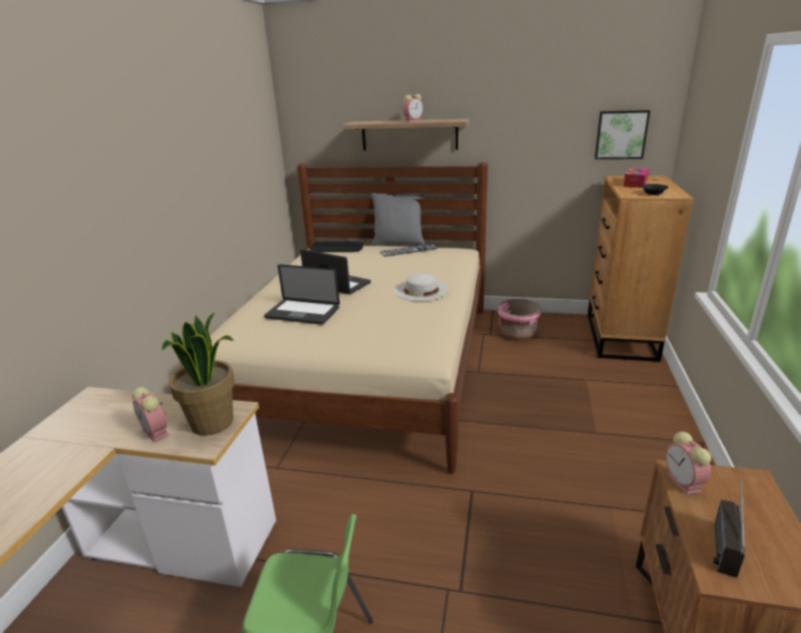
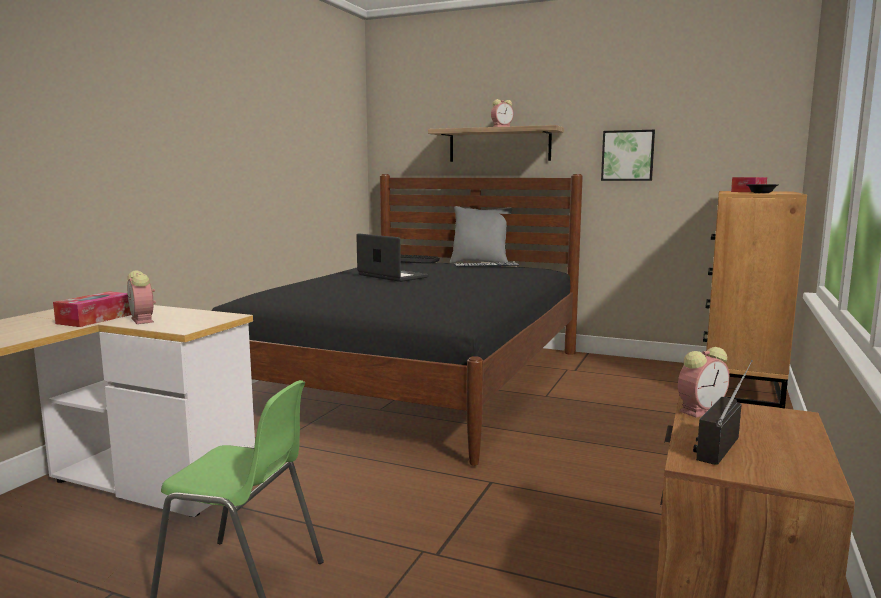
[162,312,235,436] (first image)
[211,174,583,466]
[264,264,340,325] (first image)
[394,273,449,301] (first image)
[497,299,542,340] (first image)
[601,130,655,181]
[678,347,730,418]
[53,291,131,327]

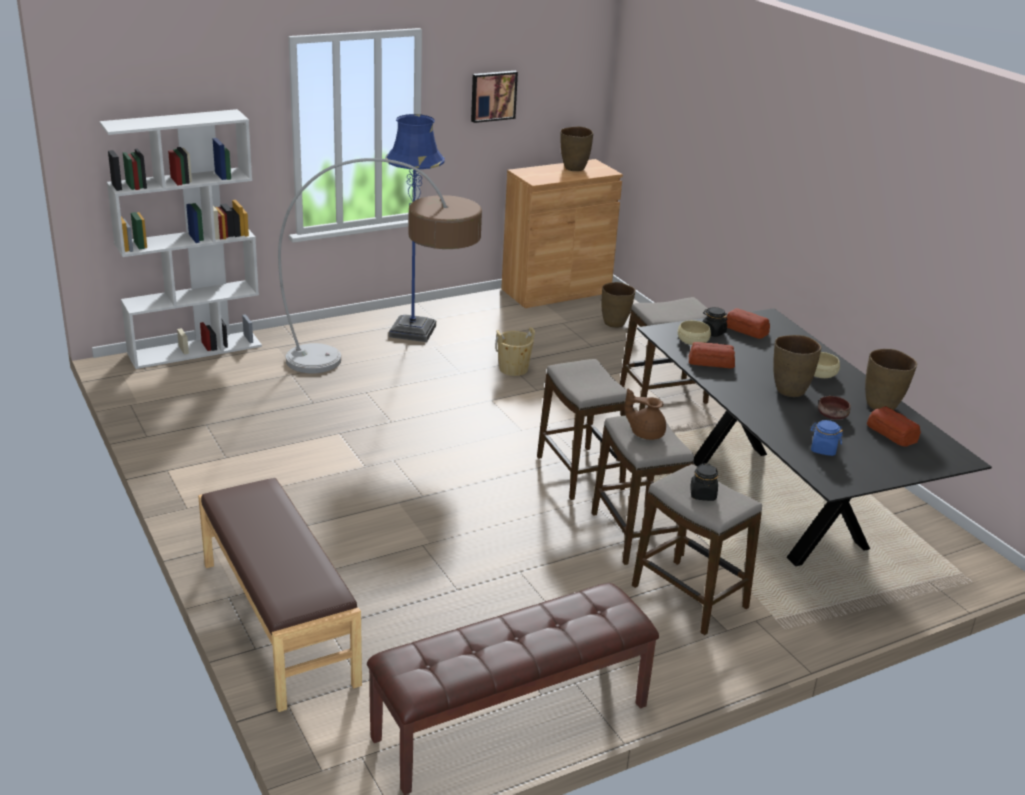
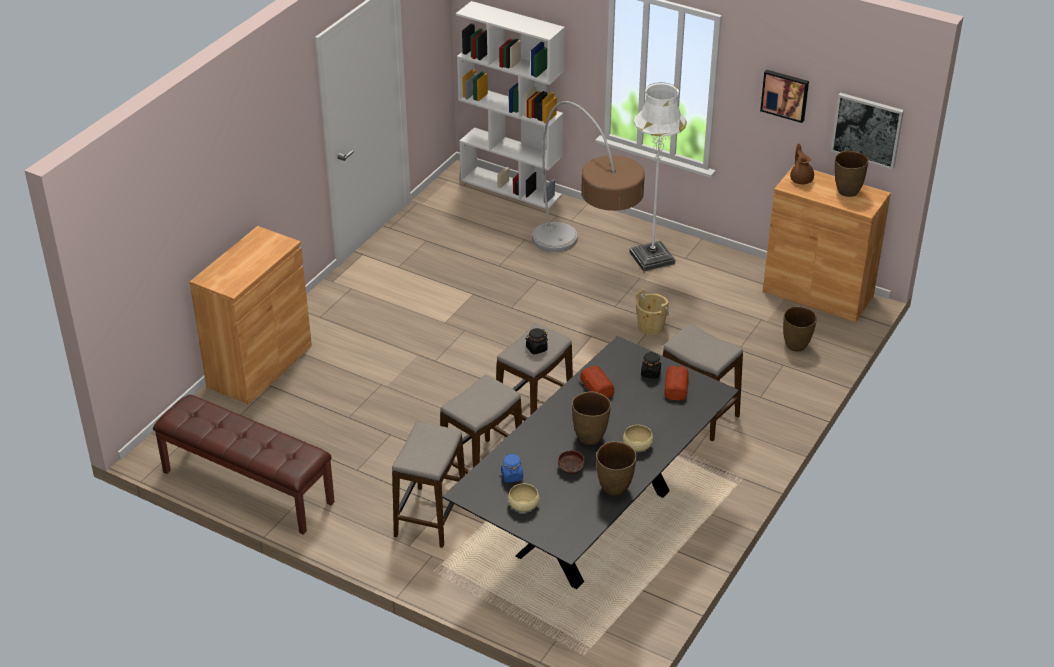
[190,226,312,405]
[629,82,687,272]
[790,144,814,184]
[508,484,539,512]
[525,328,548,354]
[867,406,921,446] (first image)
[831,93,904,170]

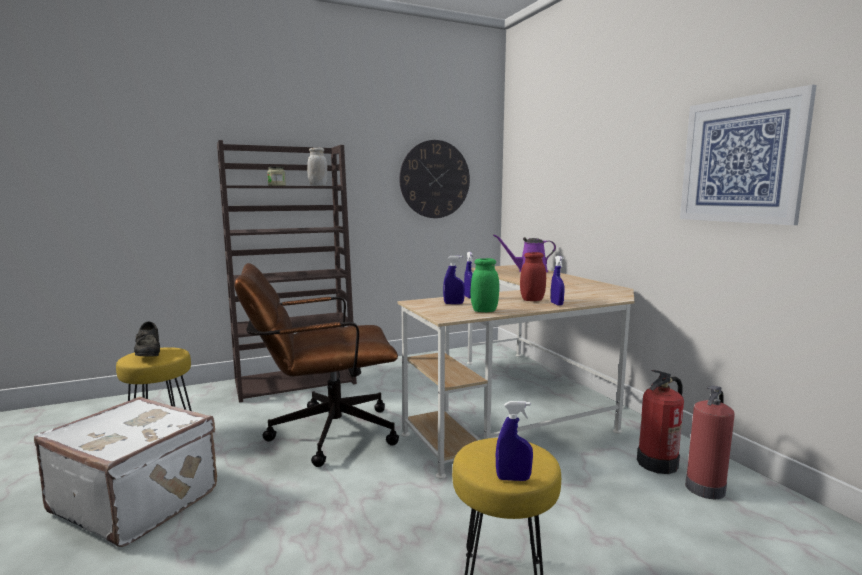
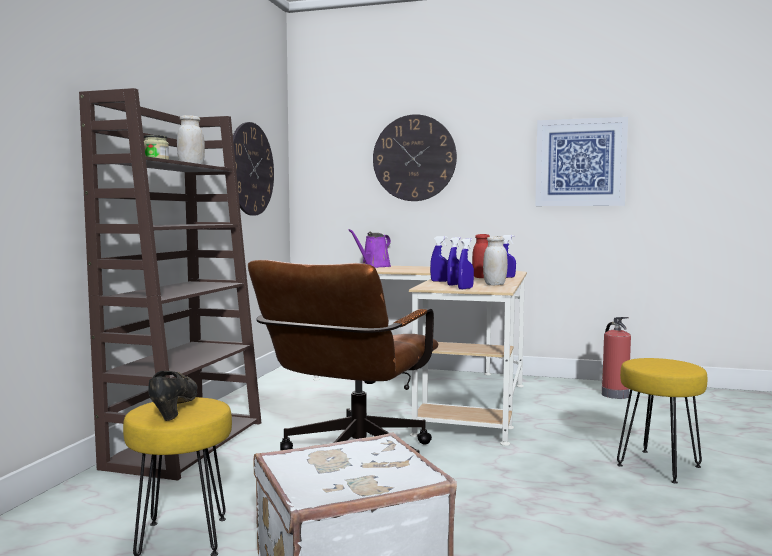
[148,371,198,421]
[483,236,508,285]
[458,238,474,290]
[637,370,684,474] (first image)
[373,114,457,201]

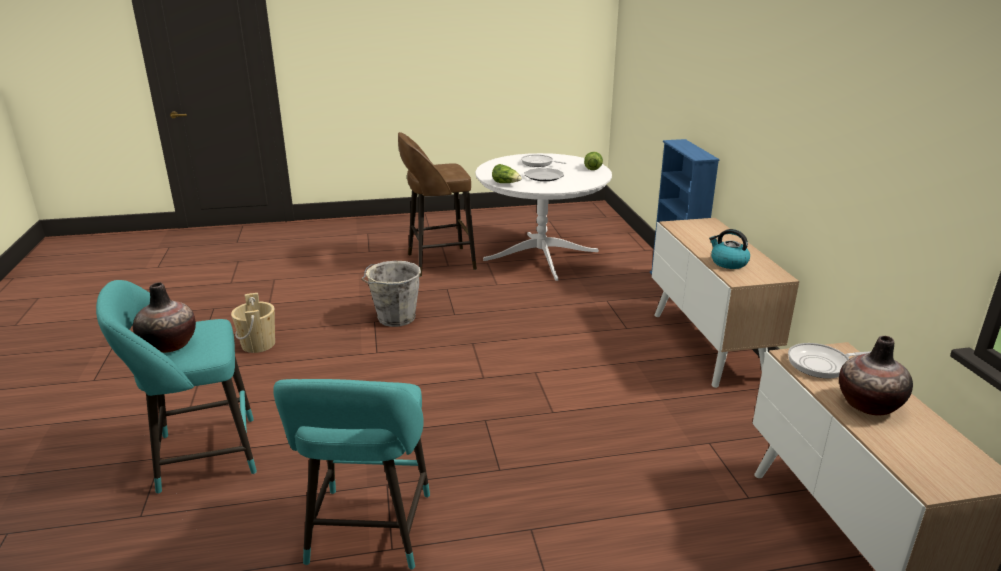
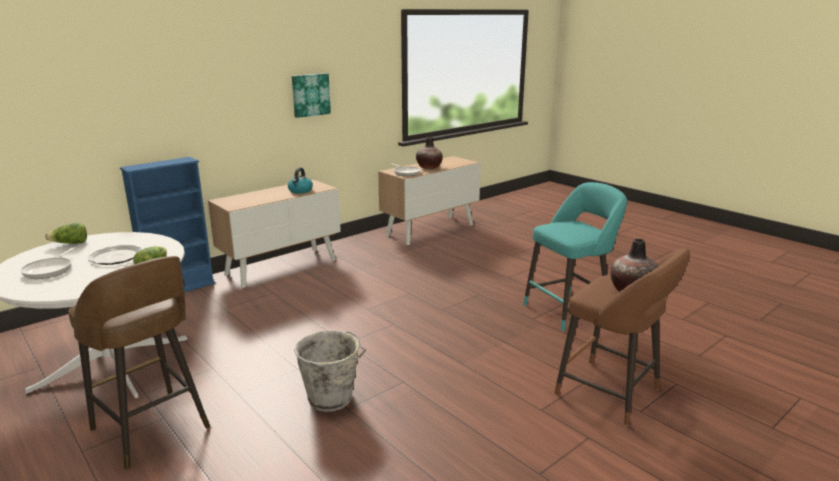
[554,248,690,426]
[231,293,275,353] (first image)
[292,73,331,118]

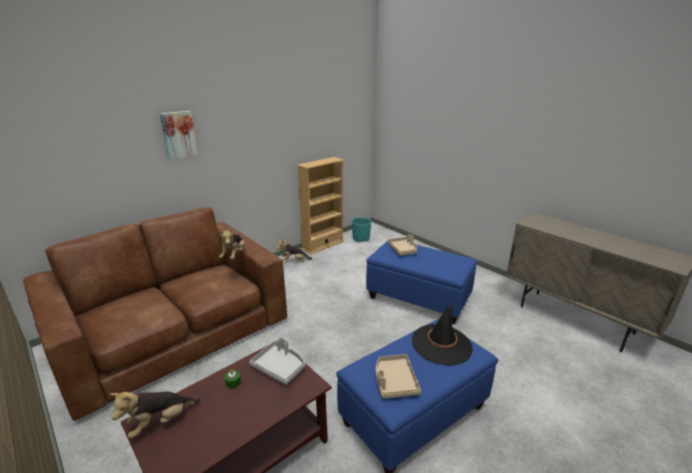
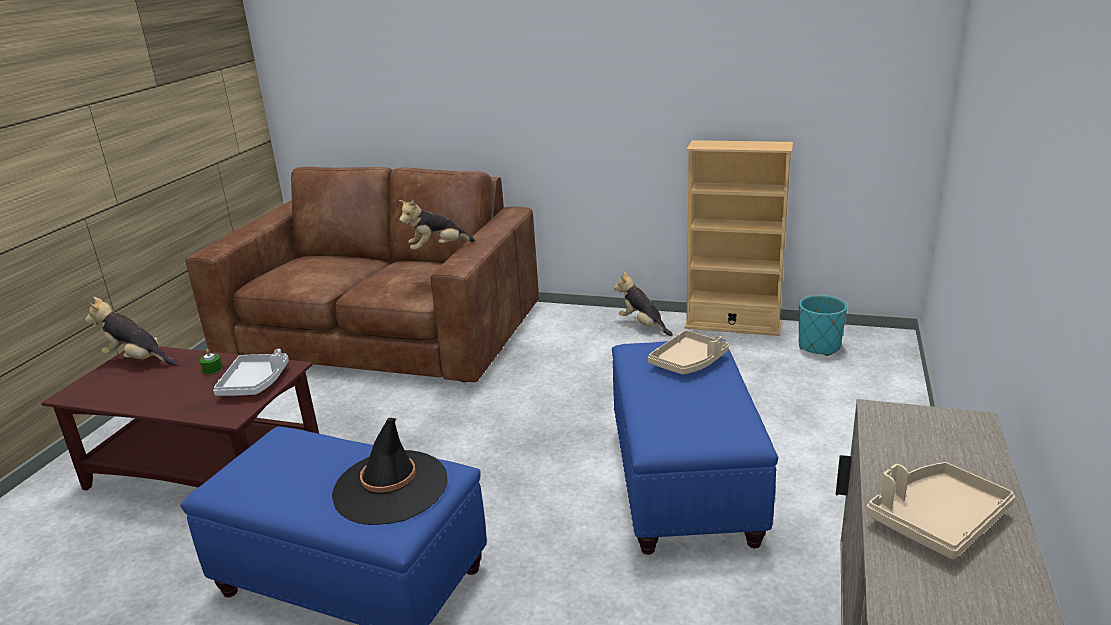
[160,111,198,160] (first image)
[866,462,1015,560]

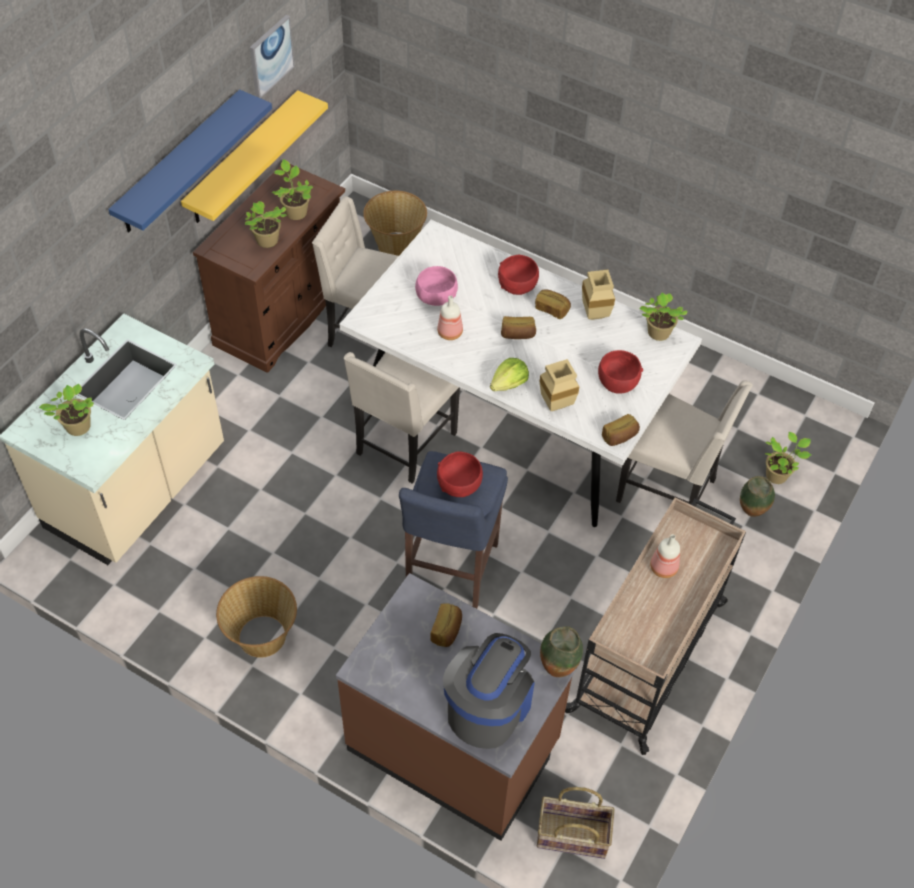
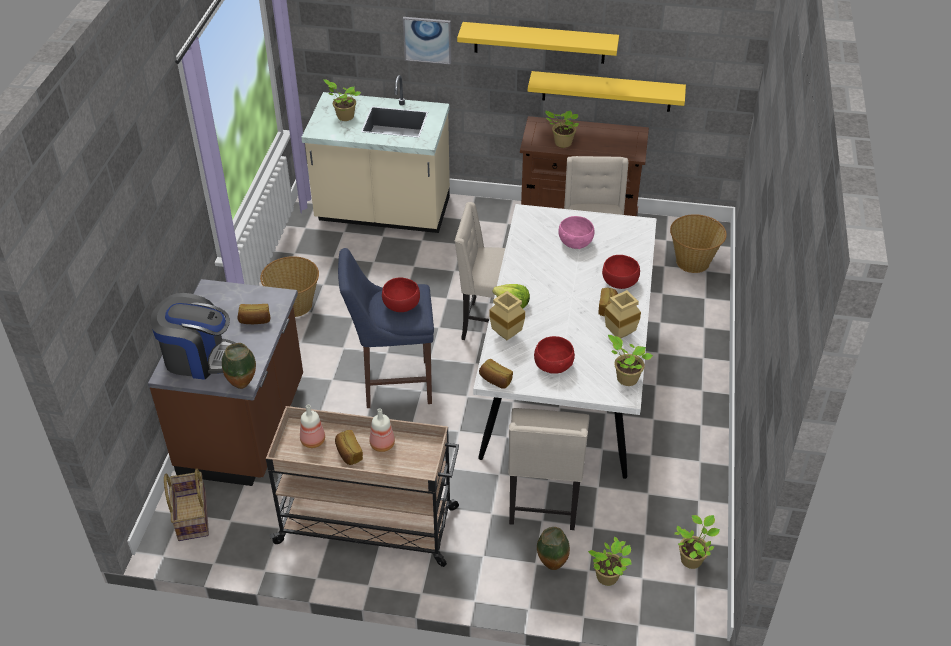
[457,22,619,64]
[403,17,451,65]
[674,515,720,569]
[300,405,325,448]
[335,430,363,465]

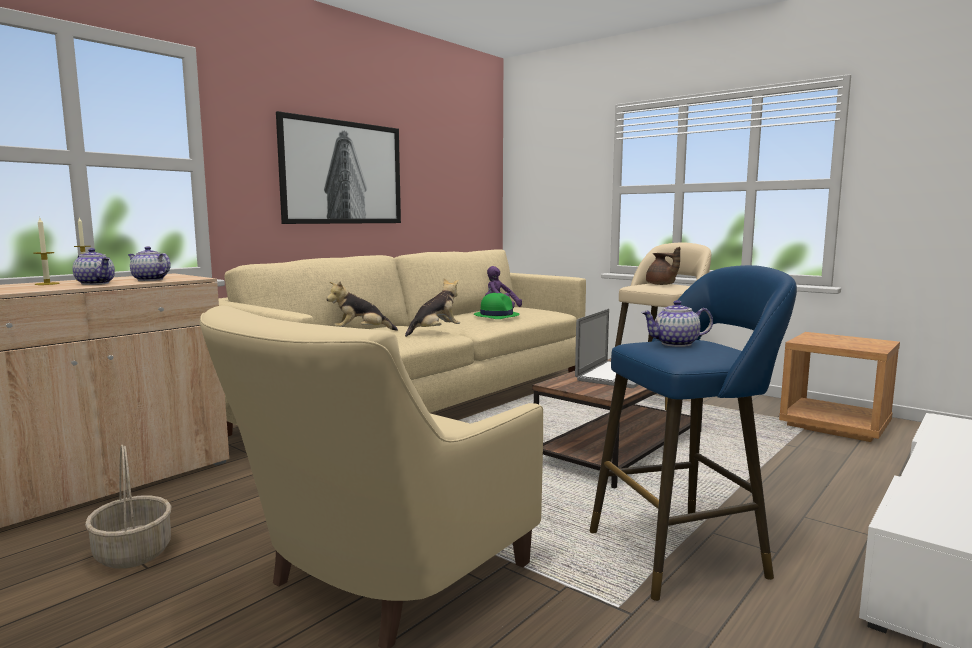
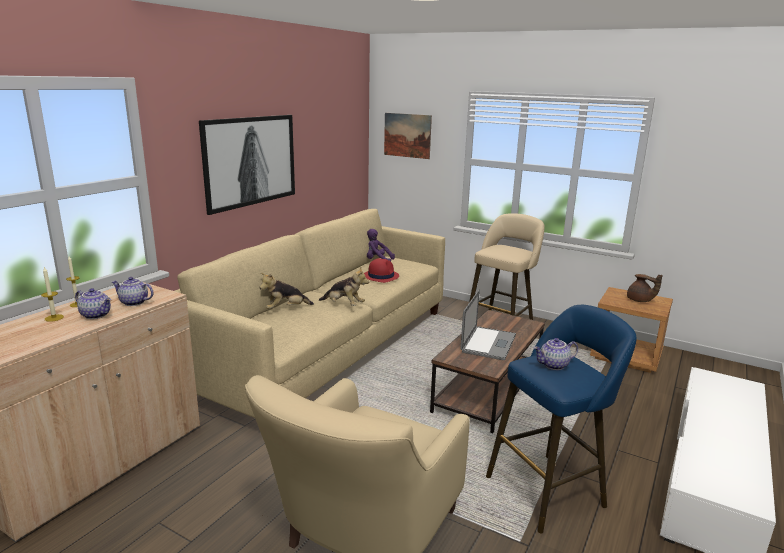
[85,445,171,568] (first image)
[319,268,369,306]
[364,258,399,283]
[627,274,663,302]
[384,113,432,159]

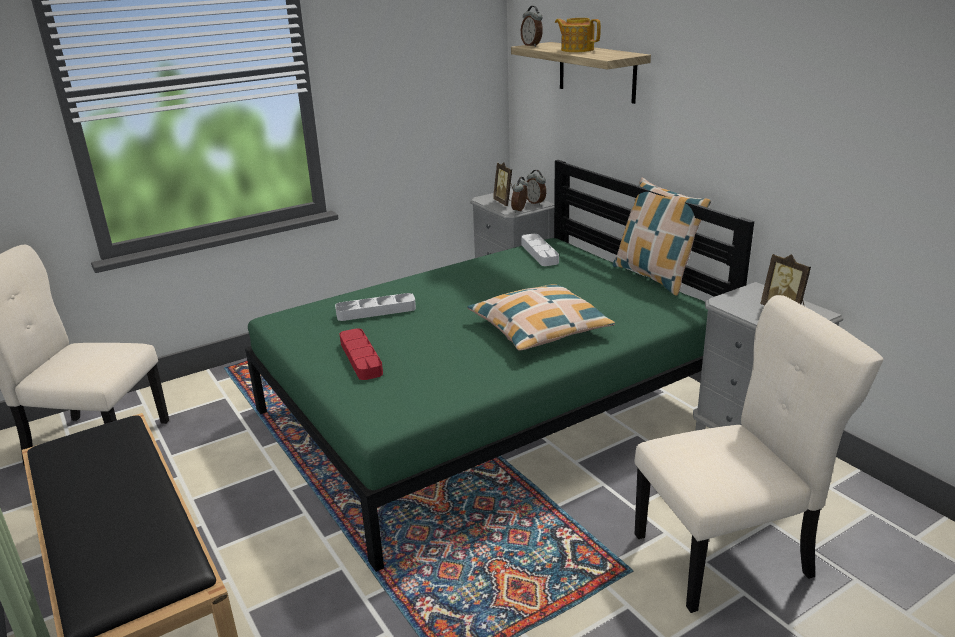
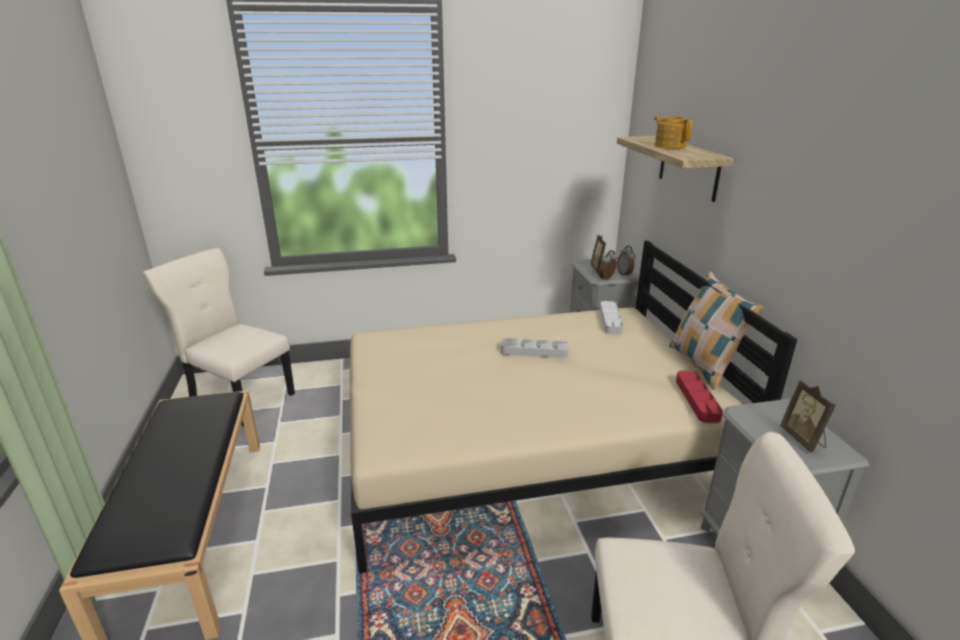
[350,241,797,573]
[501,338,569,358]
[676,371,723,423]
[468,284,615,351] (first image)
[521,6,543,47] (first image)

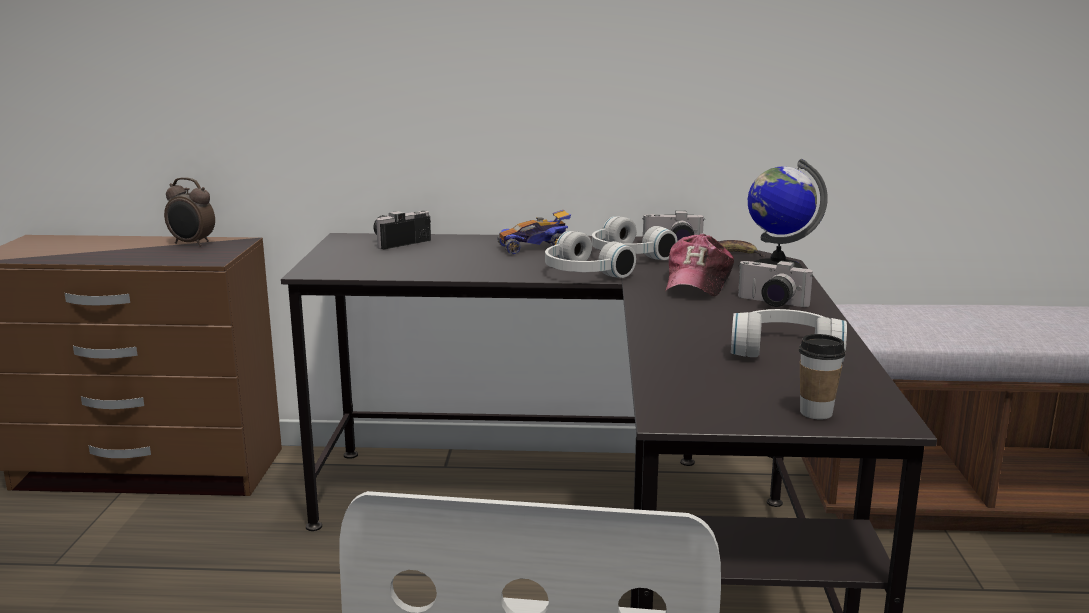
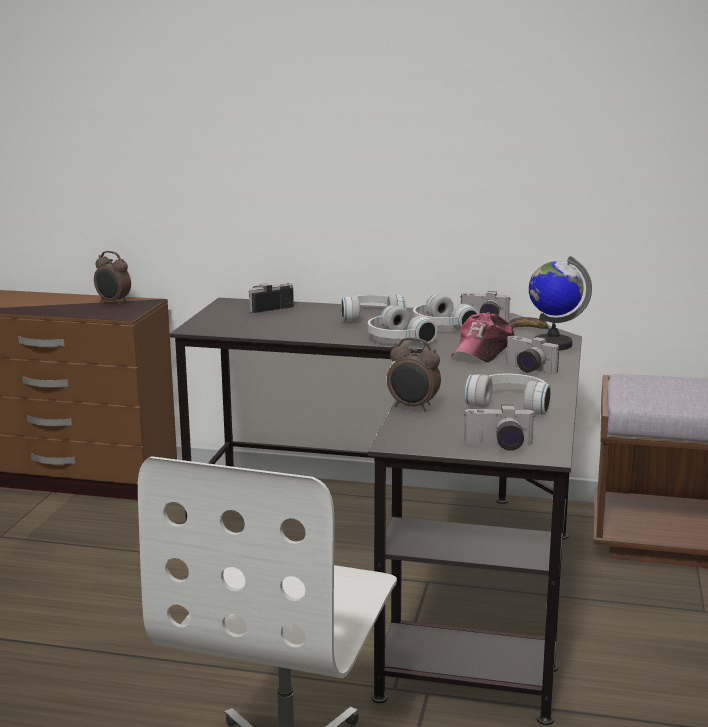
[341,295,406,322]
[464,405,536,451]
[387,337,441,412]

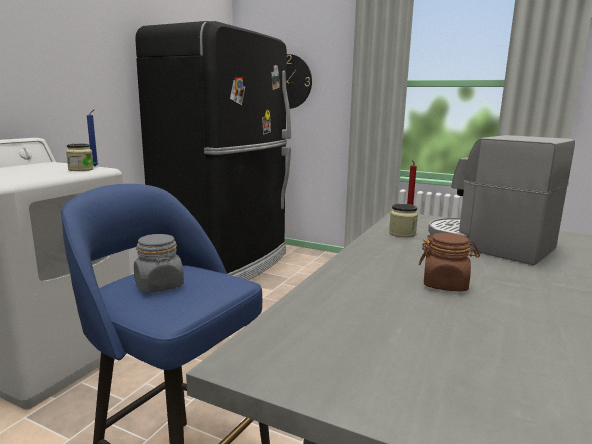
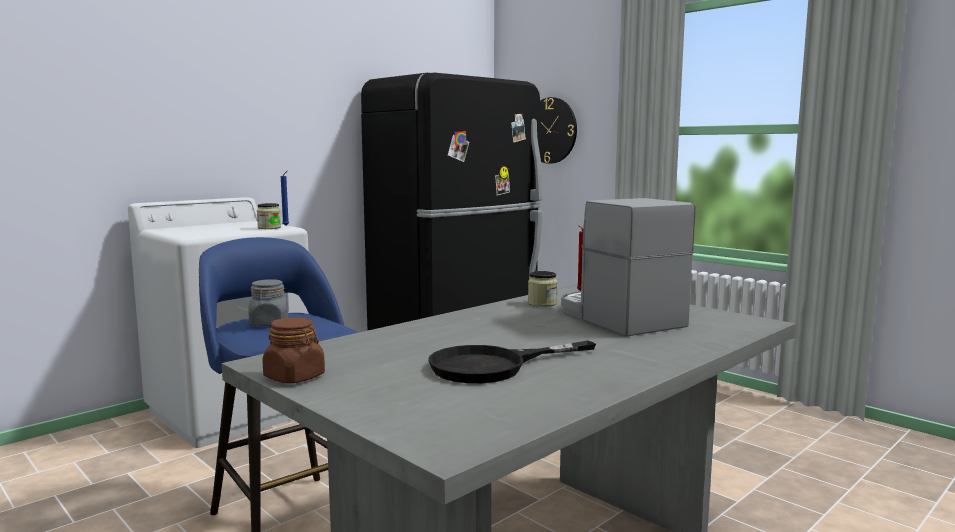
[262,317,325,384]
[428,340,596,383]

